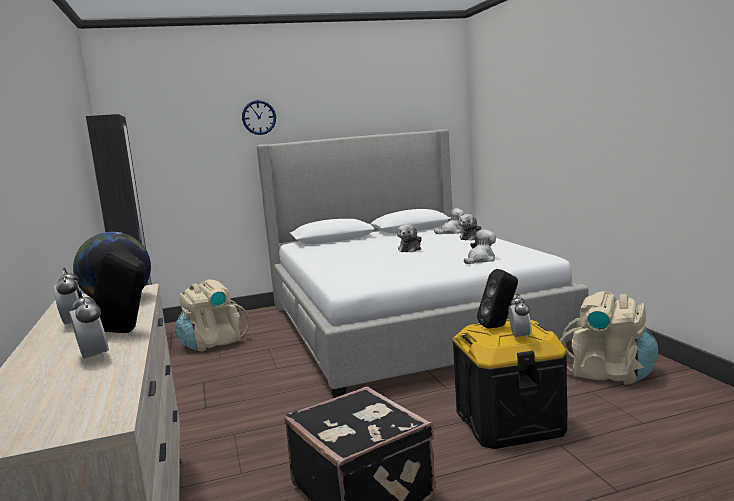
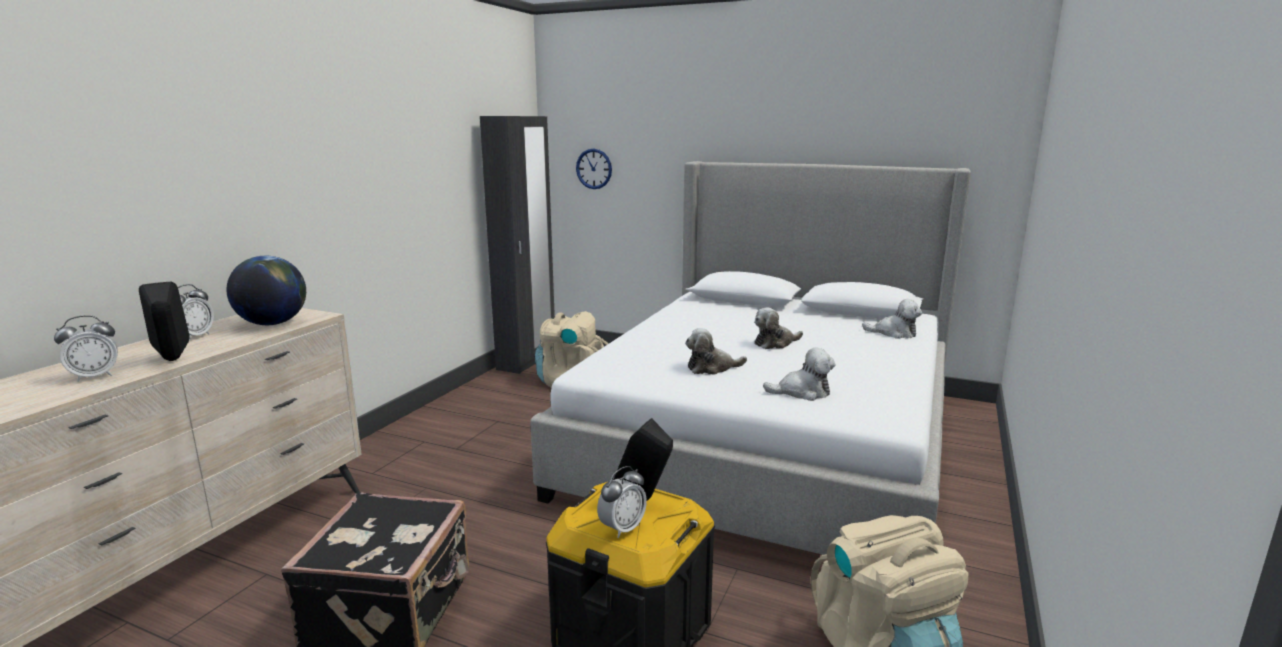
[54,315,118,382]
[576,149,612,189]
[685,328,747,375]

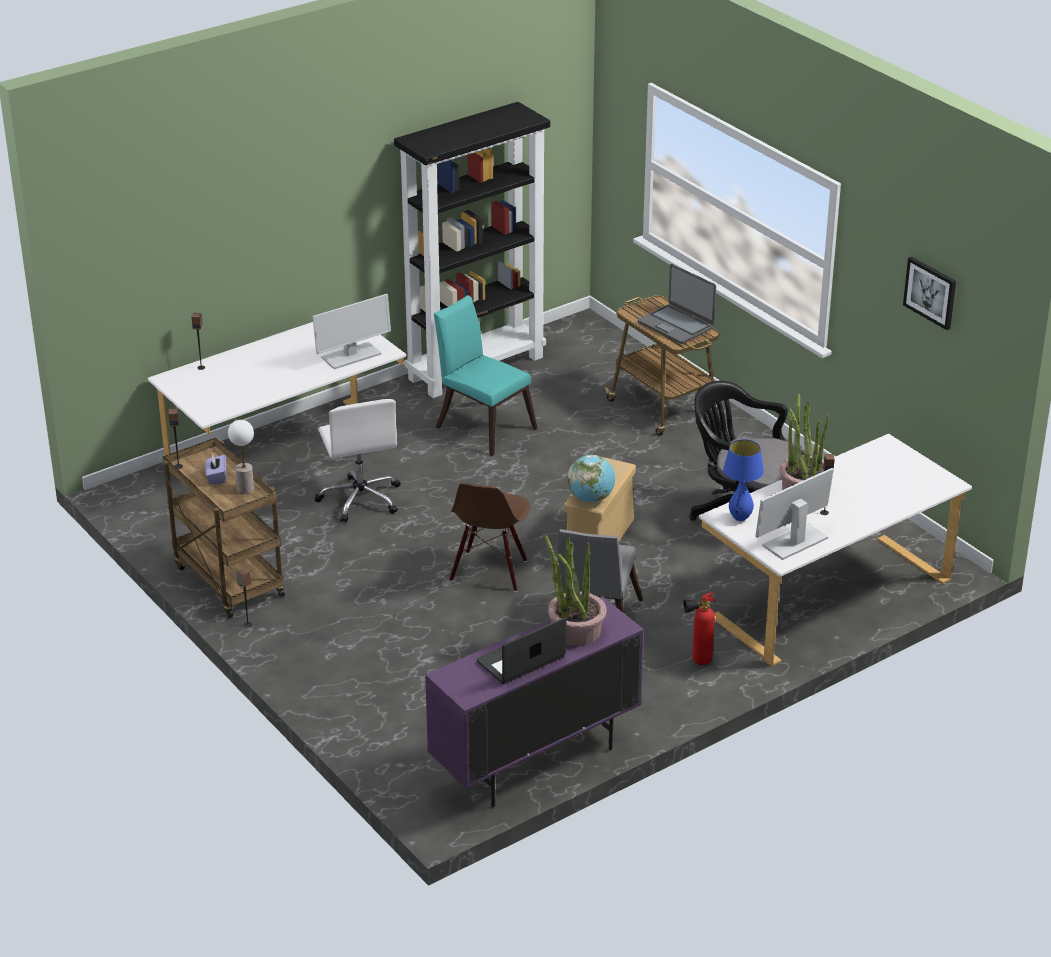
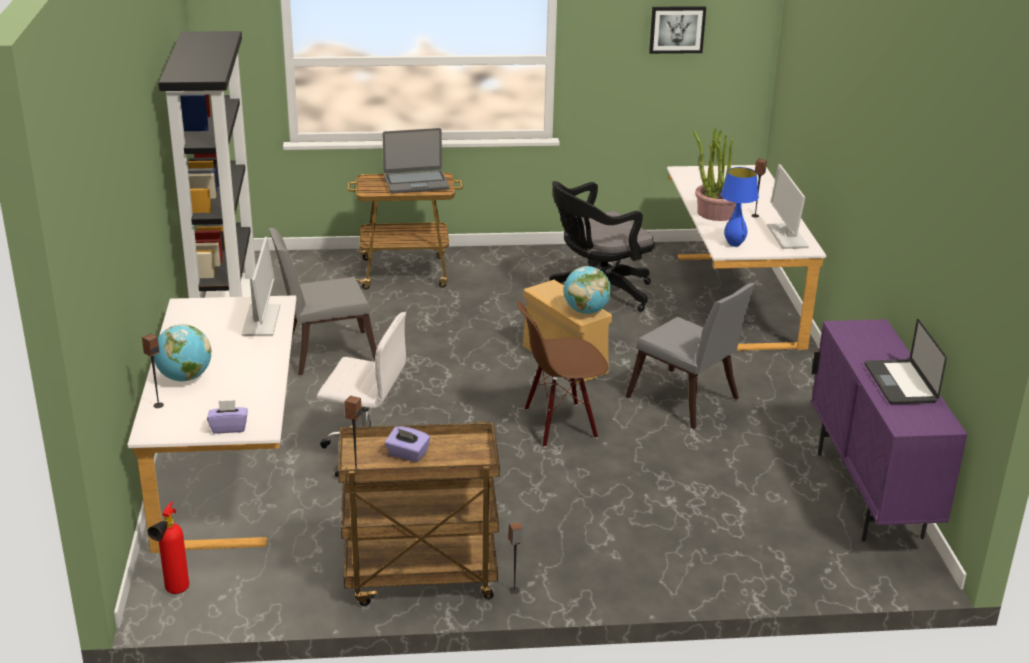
[228,420,254,494] (first image)
[269,228,377,375]
[517,301,608,448]
[544,535,607,646] (first image)
[148,501,189,594]
[154,324,211,381]
[207,400,248,434]

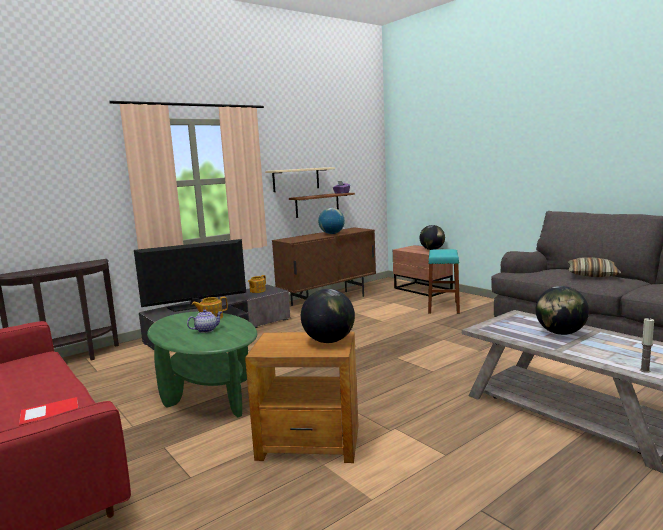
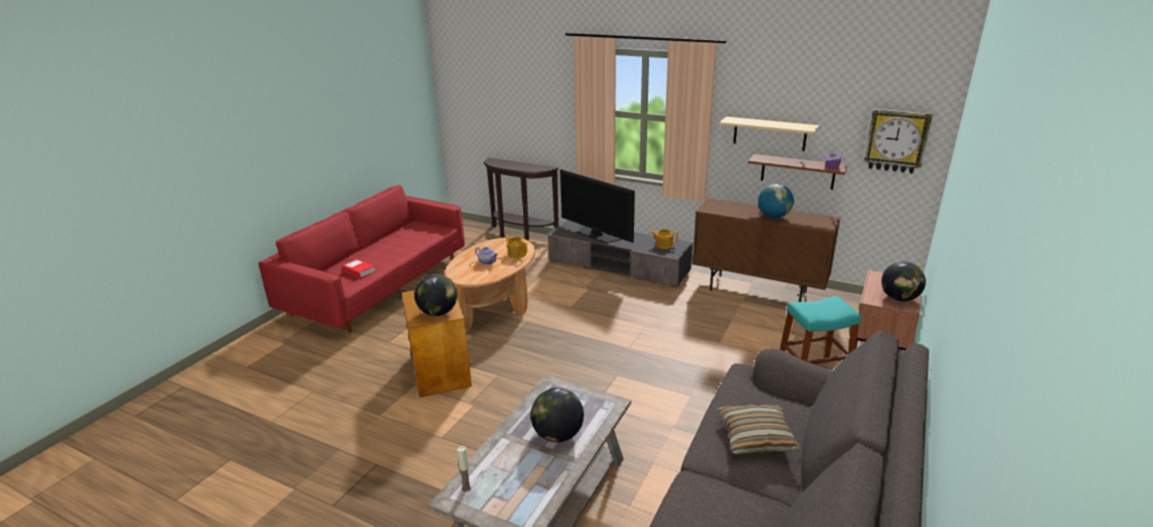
[445,237,535,332]
[864,109,933,173]

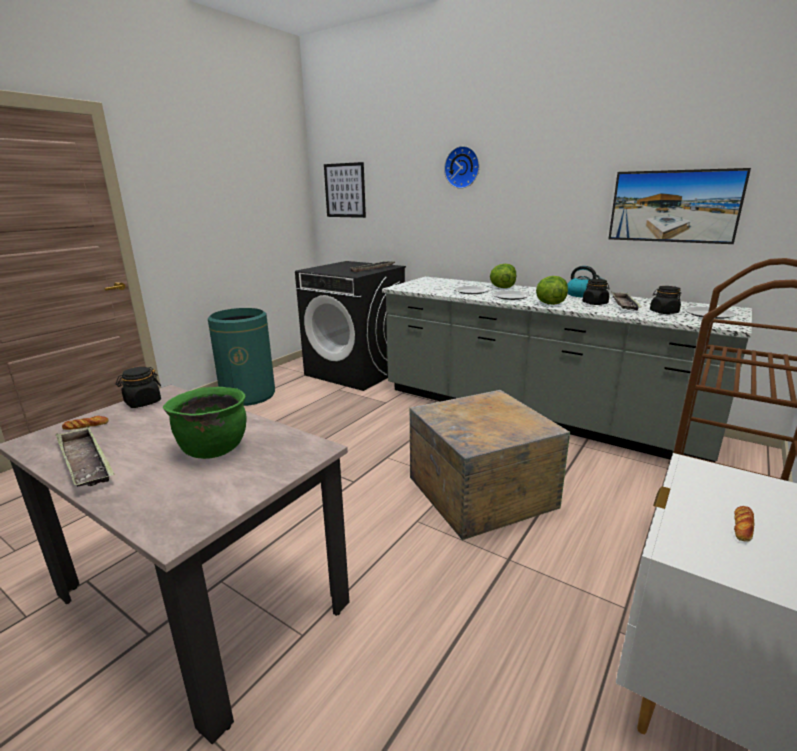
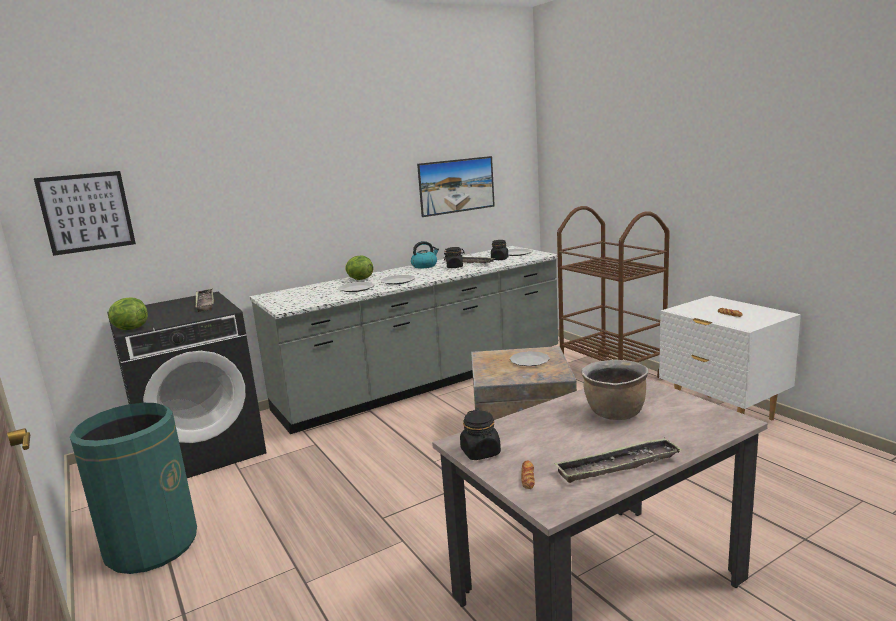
[582,359,649,420]
[444,146,479,189] (first image)
[108,297,148,330]
[510,351,550,366]

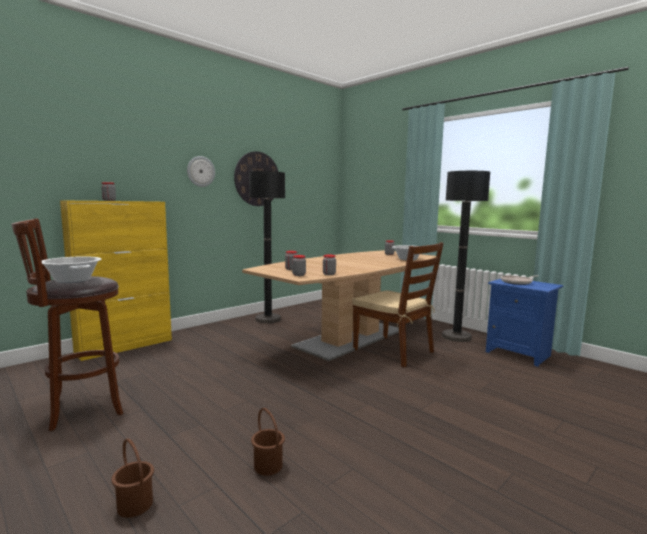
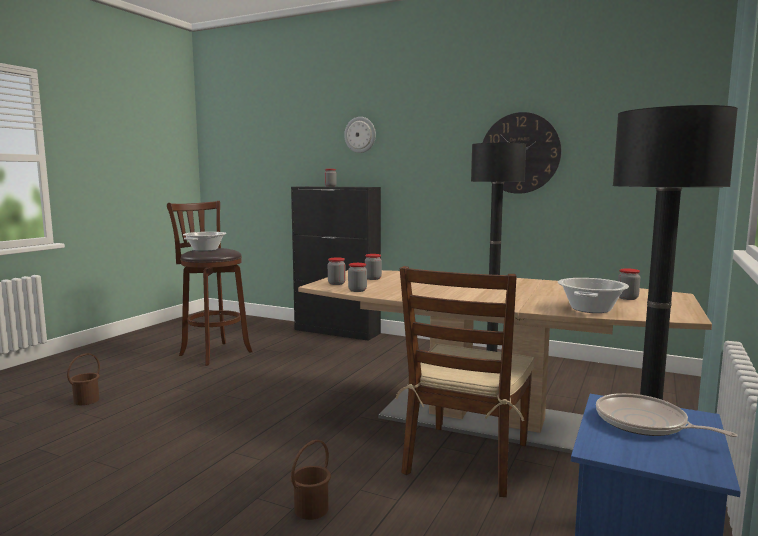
[291,186,381,341]
[344,117,376,153]
[291,440,331,520]

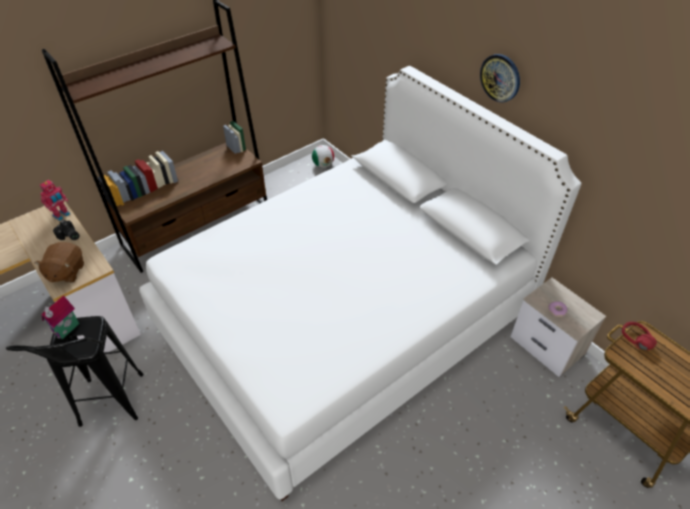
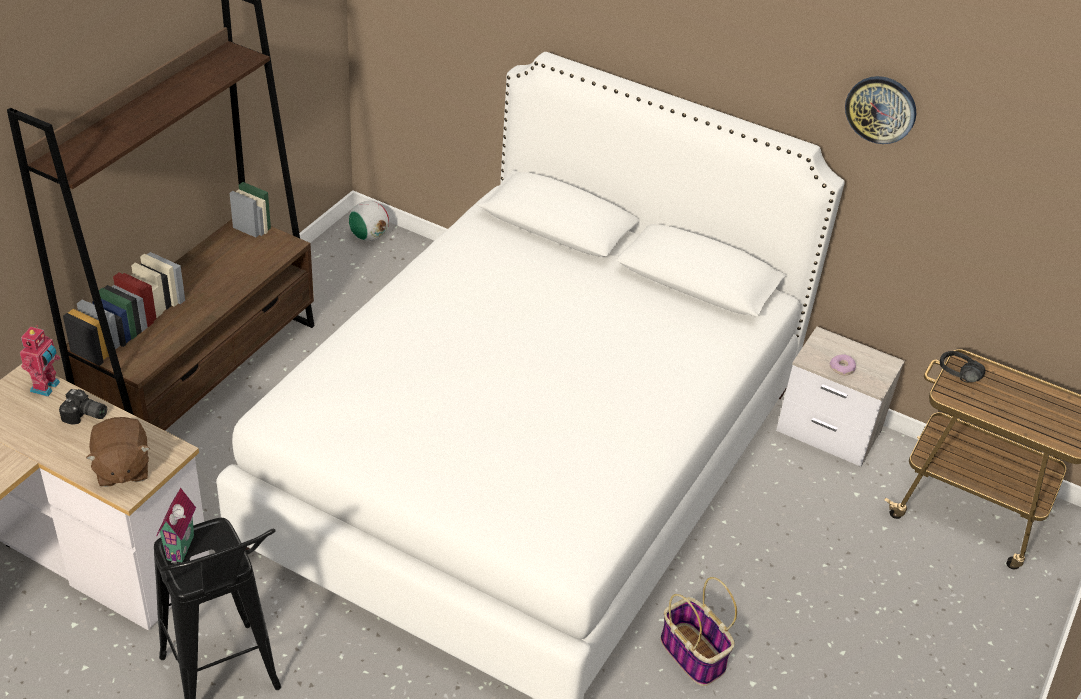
[845,76,916,144]
[940,351,985,383]
[660,577,737,686]

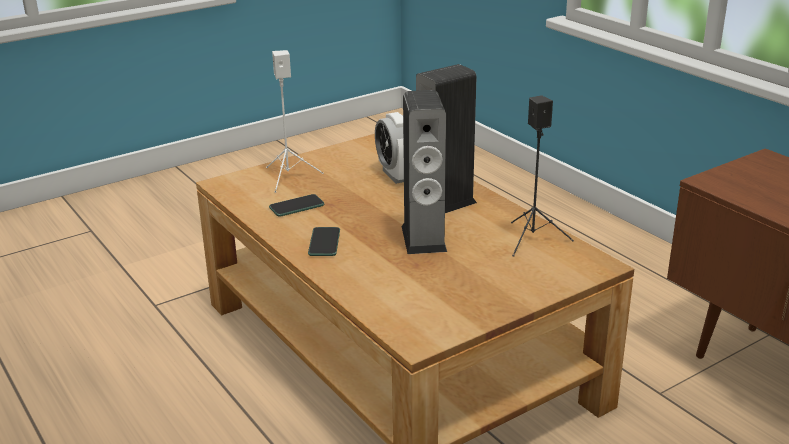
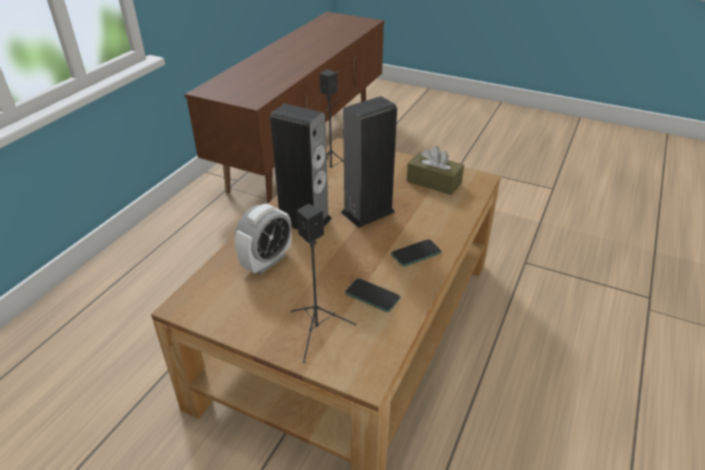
[291,204,357,363]
[407,146,464,195]

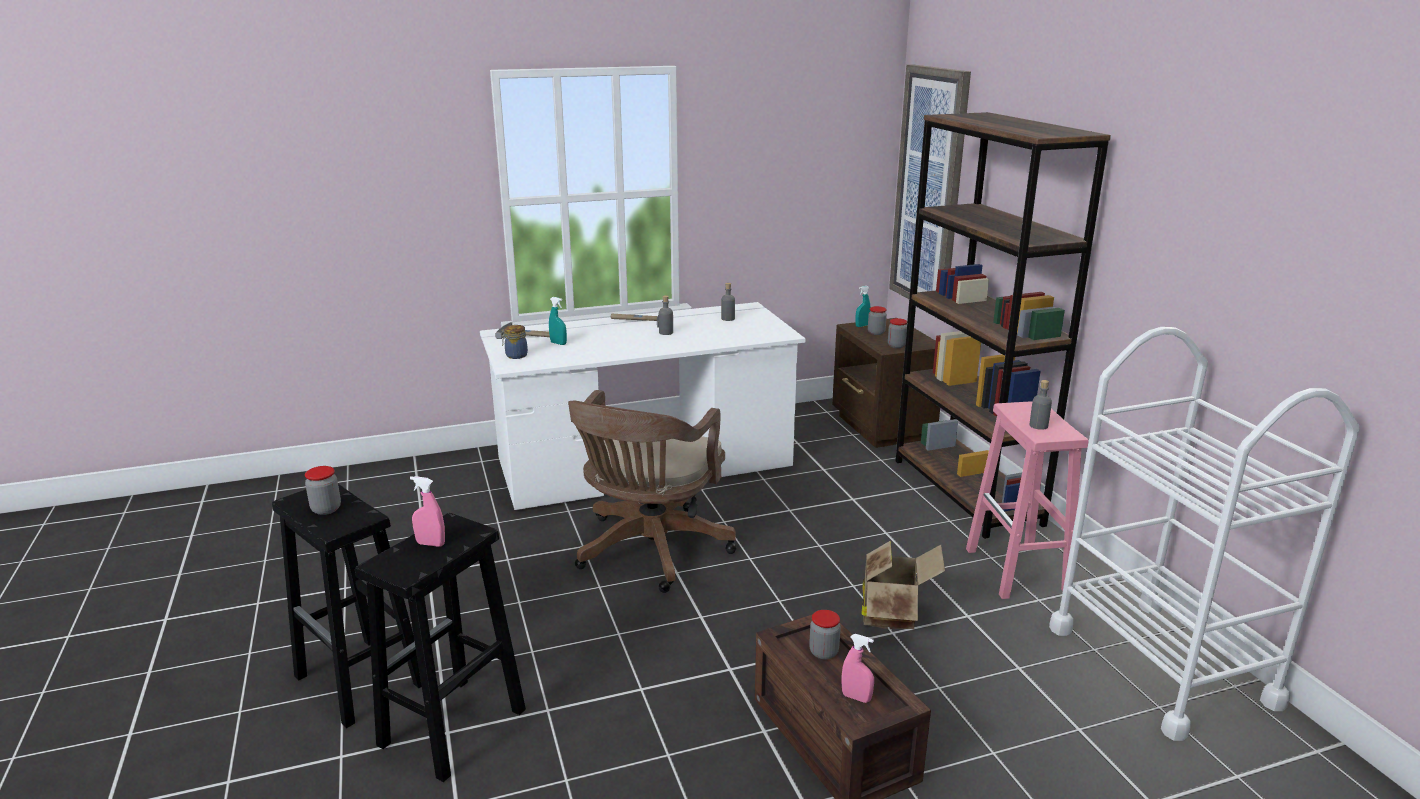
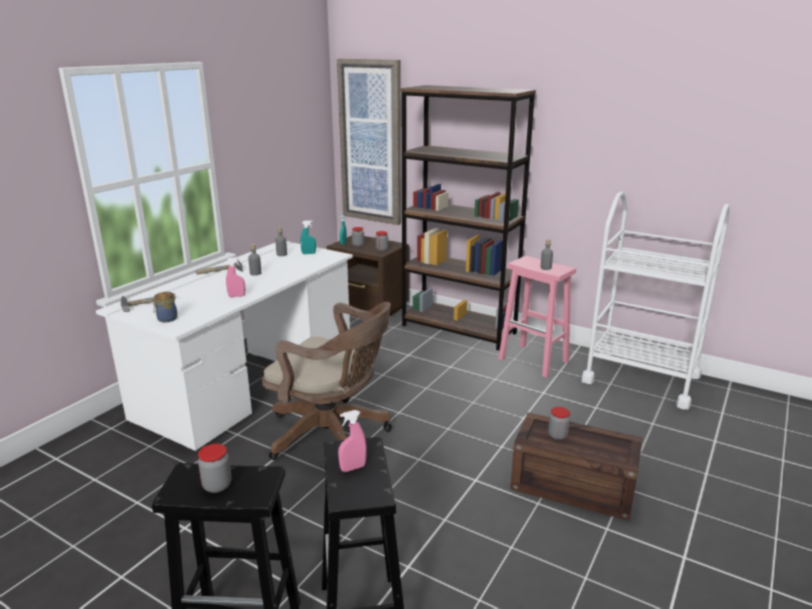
[300,220,316,254]
[262,302,392,460]
[226,257,245,297]
[861,540,945,629] (first image)

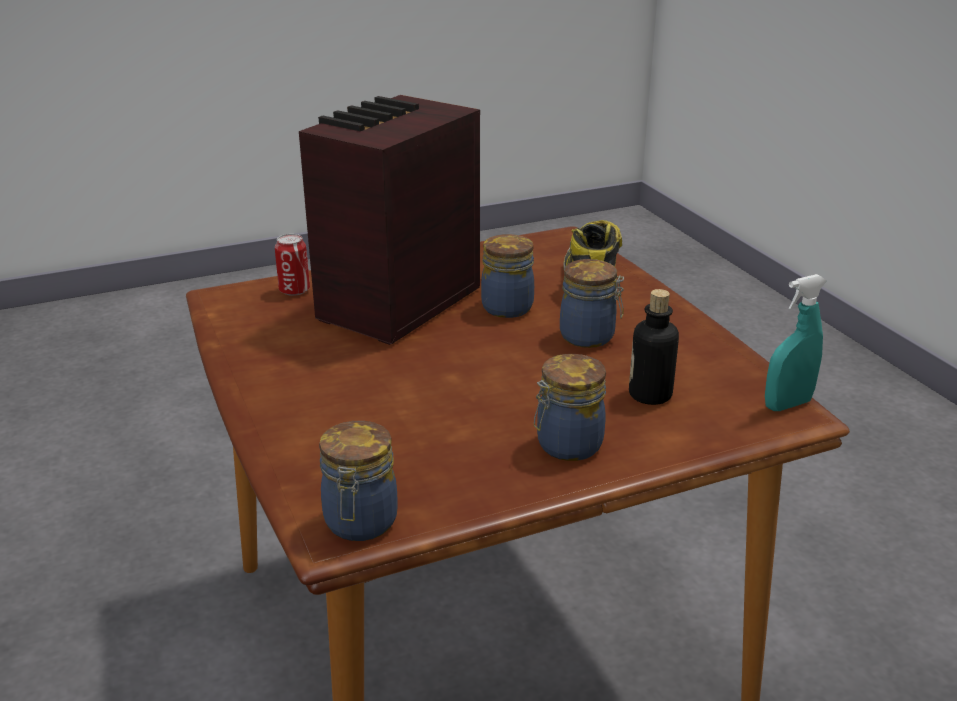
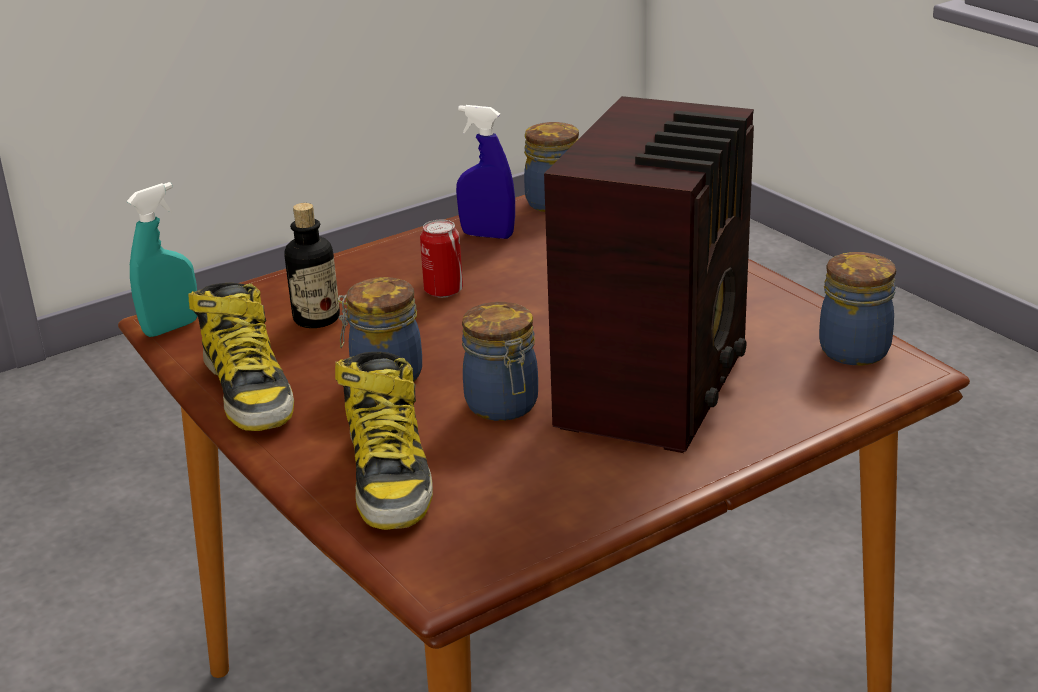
[420,220,463,298]
[819,252,896,365]
[188,283,294,431]
[456,105,515,239]

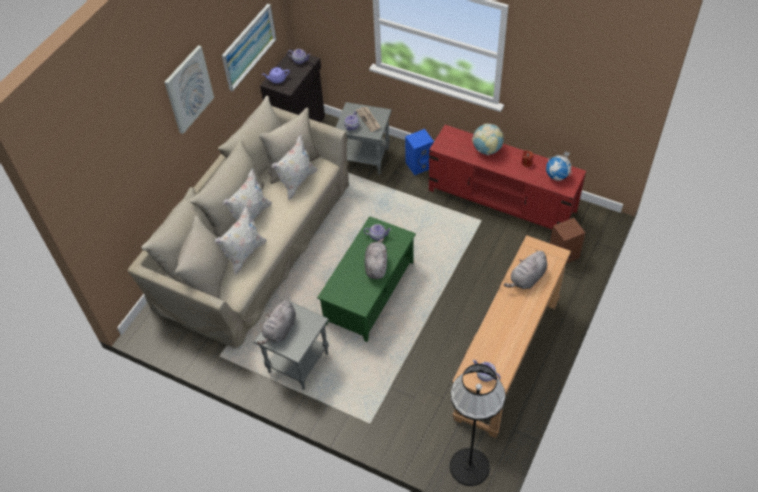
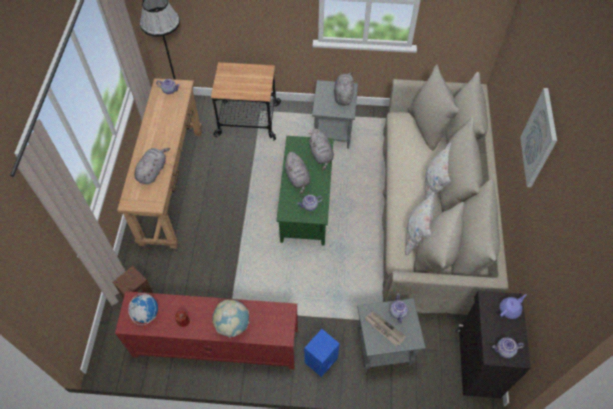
[215,205,267,275] (first image)
[222,4,277,91] (first image)
[210,62,281,141]
[308,129,334,170]

